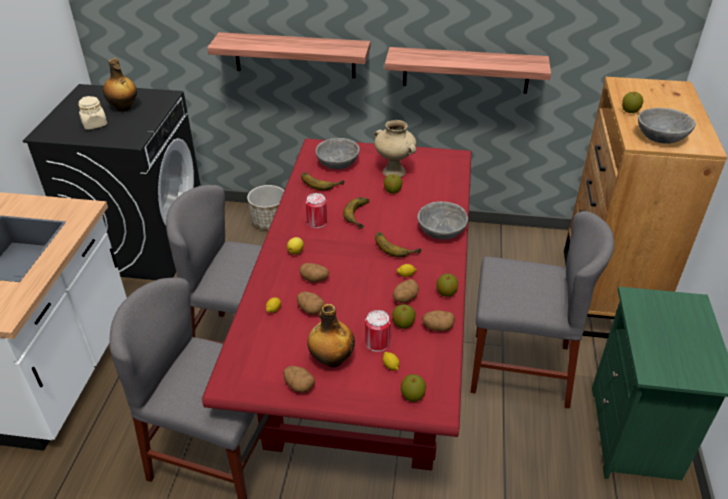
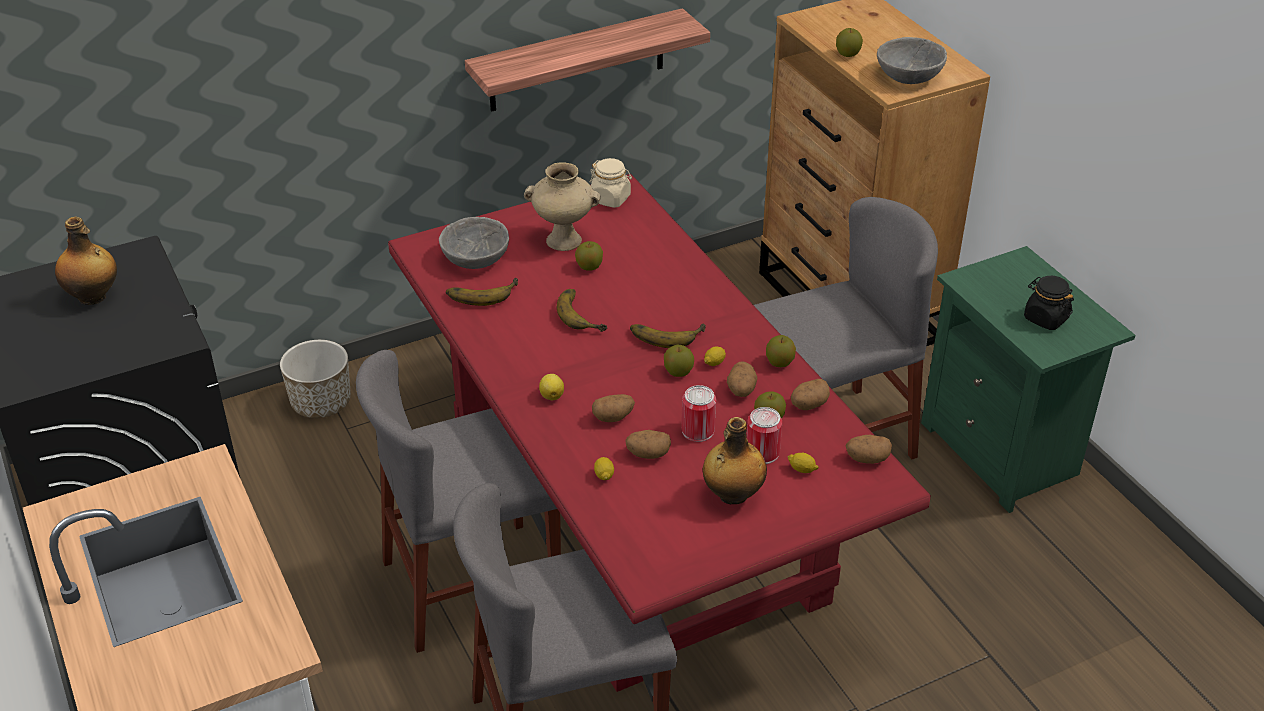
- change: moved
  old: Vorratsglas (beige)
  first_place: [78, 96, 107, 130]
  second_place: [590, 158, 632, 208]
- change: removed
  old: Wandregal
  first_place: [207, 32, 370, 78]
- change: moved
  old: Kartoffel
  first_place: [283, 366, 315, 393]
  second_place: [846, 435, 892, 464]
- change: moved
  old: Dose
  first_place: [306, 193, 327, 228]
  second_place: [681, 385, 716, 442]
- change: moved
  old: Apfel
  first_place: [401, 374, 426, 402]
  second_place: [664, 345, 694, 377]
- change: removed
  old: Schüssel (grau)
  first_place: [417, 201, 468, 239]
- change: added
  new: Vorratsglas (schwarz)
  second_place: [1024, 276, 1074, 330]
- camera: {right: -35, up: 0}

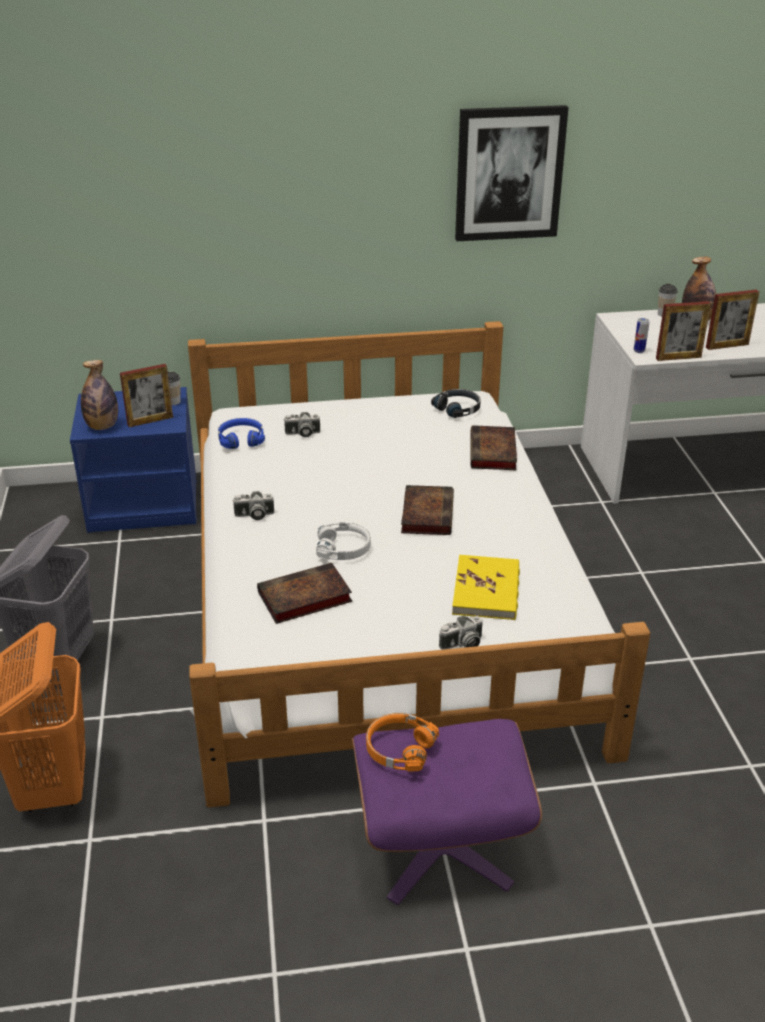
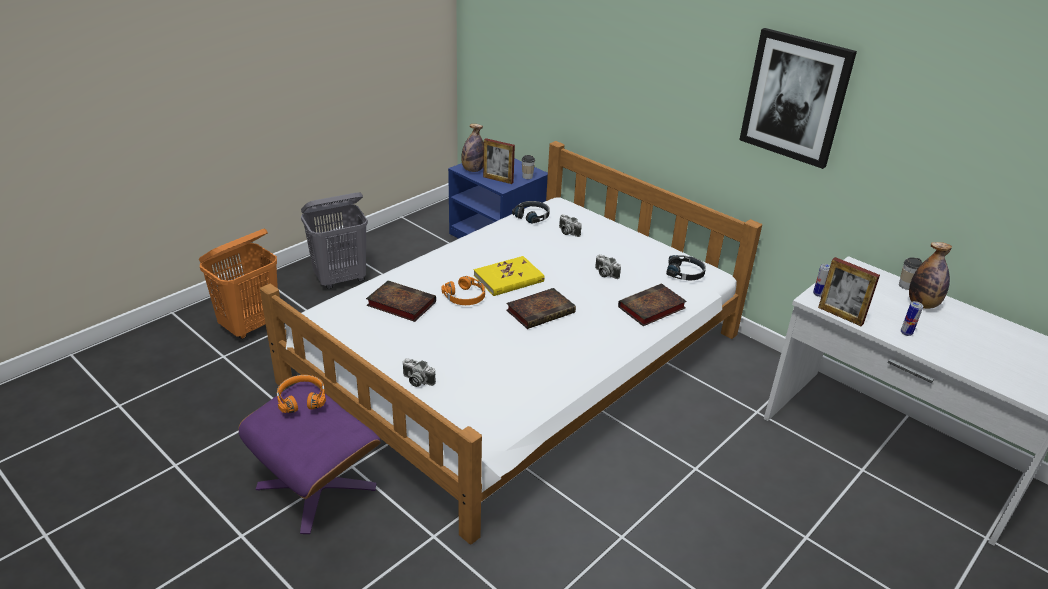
- change: recoloured
  old: Kopfhörer (blau)
  new: Kopfhörer (schwarz)
  first_place: [218, 418, 265, 449]
  second_place: [512, 201, 550, 223]
- change: moved
  old: Kamera
  first_place: [232, 491, 274, 520]
  second_place: [595, 254, 621, 279]
- change: recoloured
  old: Kopfhörer (weiß)
  new: Kopfhörer (orange)
  first_place: [316, 523, 371, 560]
  second_place: [441, 276, 485, 305]
- change: moved
  old: Buch (gelb)
  first_place: [452, 555, 520, 620]
  second_place: [474, 256, 544, 296]
- change: replaced
  old: Bilderrahmen
  new: Dose
  first_place: [706, 290, 759, 350]
  second_place: [901, 301, 923, 336]
- camera: {right: 50, up: 0}

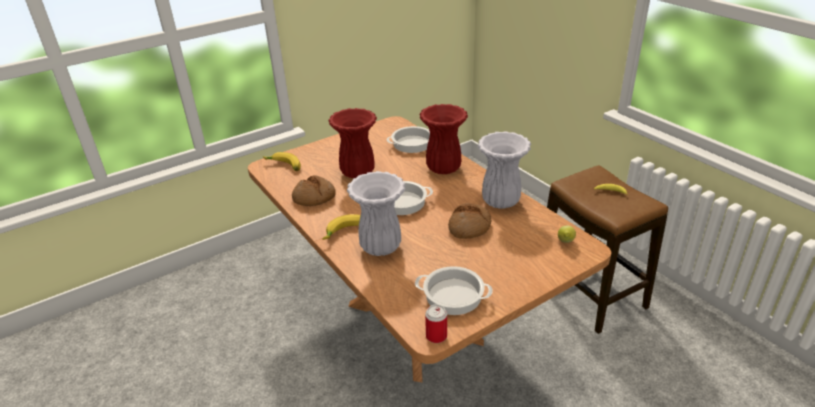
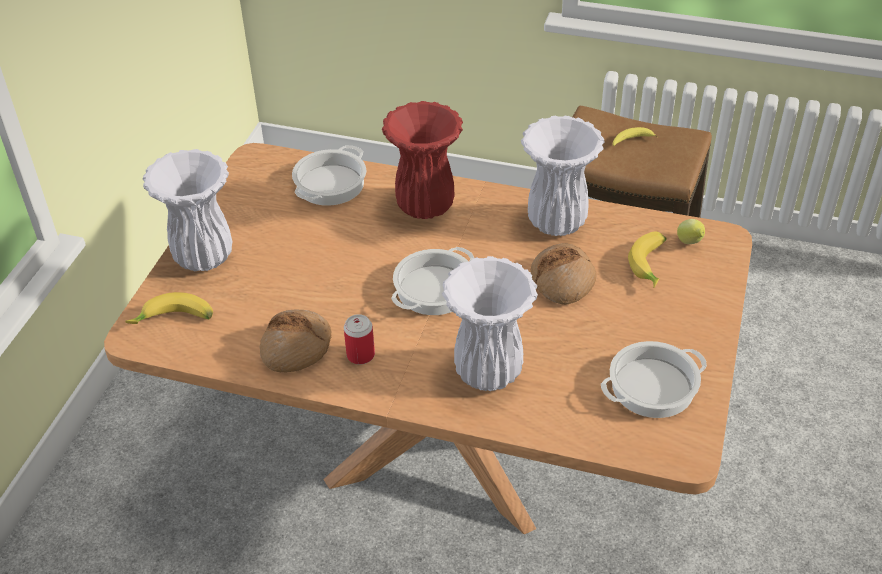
- change: moved
  old: Banane
  first_place: [322, 214, 361, 240]
  second_place: [628, 231, 667, 288]
- change: removed
  old: Vase (rot)
  first_place: [328, 108, 377, 178]
- change: moved
  old: Dose
  first_place: [425, 304, 447, 343]
  second_place: [344, 314, 375, 365]
- change: added
  new: Vase (weiß)
  second_place: [142, 149, 233, 271]
- camera: {right: -40, up: 10}

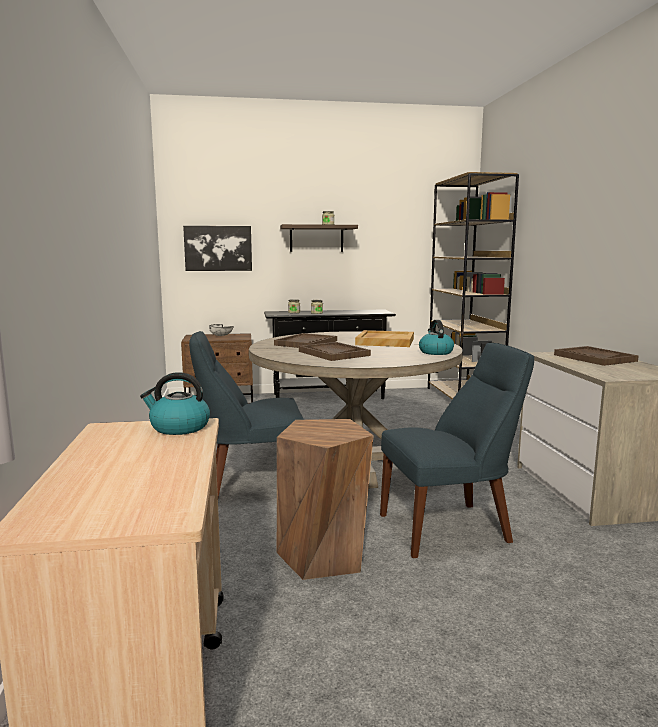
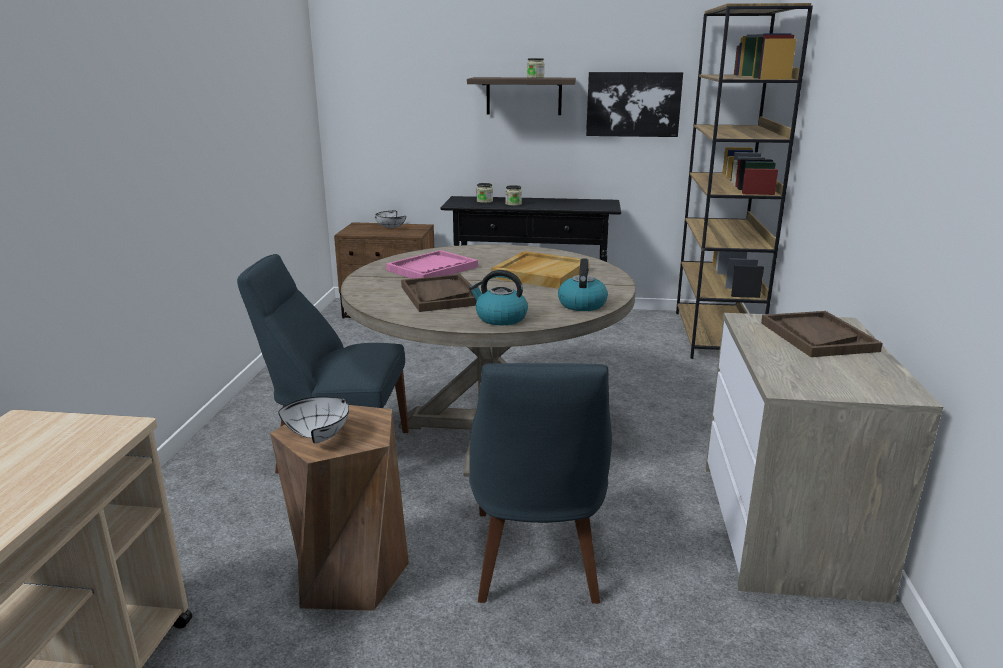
- change: moved
  old: Wasserkessel
  first_place: [140, 372, 210, 435]
  second_place: [469, 270, 528, 325]
- change: moved
  old: Bild
  first_place: [183, 226, 252, 271]
  second_place: [586, 72, 683, 137]
- change: recoloured
  old: Tablett (braun)
  new: Tablett (rosa)
  first_place: [274, 333, 337, 348]
  second_place: [386, 250, 478, 279]
- change: turned
  old: Stuhl (blau)
  first_place: [380, 342, 534, 558]
  second_place: [469, 363, 612, 604]
  degrees: 90
- change: added
  new: Schüssel (weiß)
  second_place: [278, 397, 349, 443]
- camera: {right: 15, up: 10}

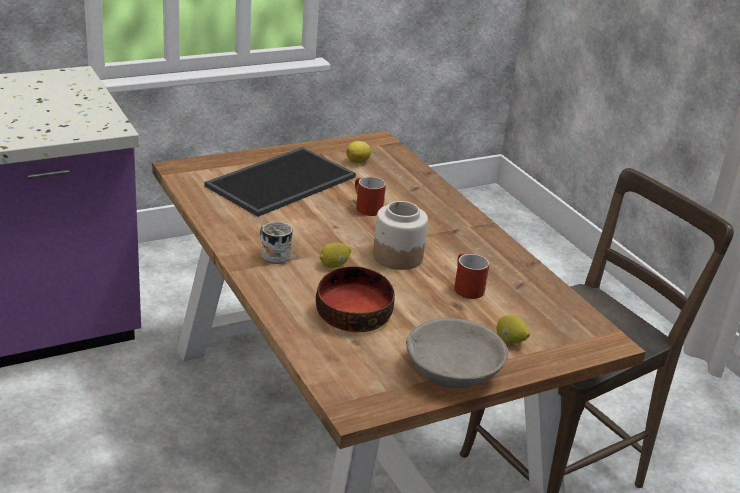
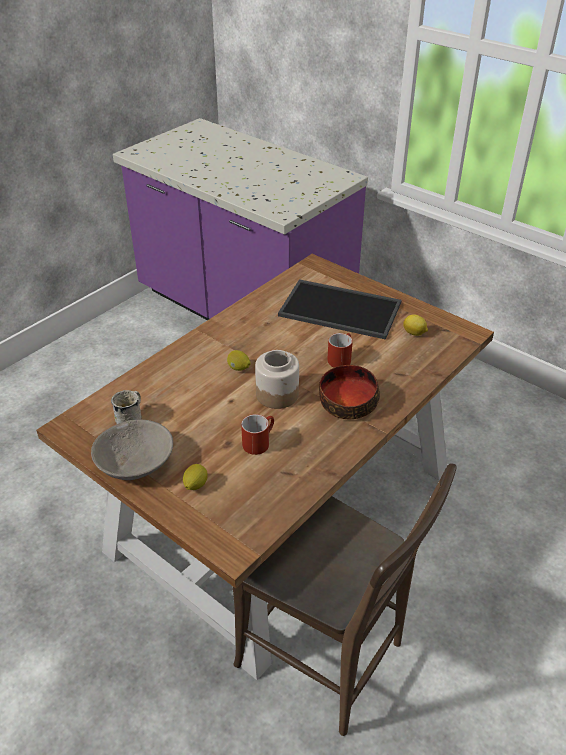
- change: moved
  old: Henkelbecher (weiß)
  first_place: [260, 221, 293, 264]
  second_place: [111, 390, 141, 424]
- change: moved
  old: Schüssel
  first_place: [316, 266, 395, 332]
  second_place: [319, 365, 380, 419]
- camera: {right: 70, up: 10}

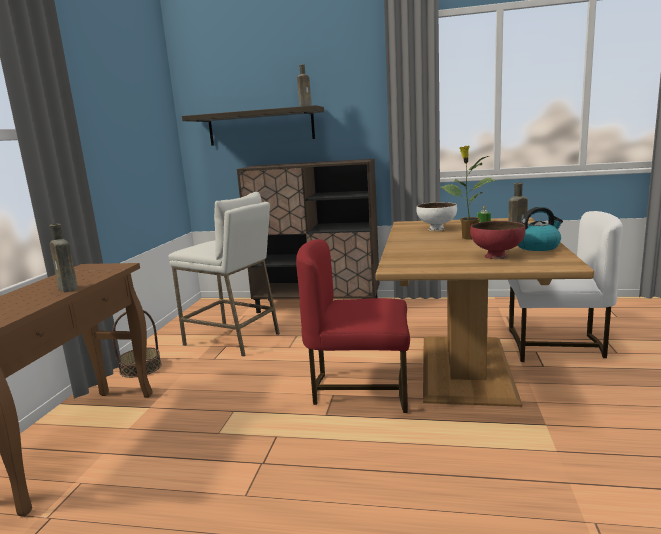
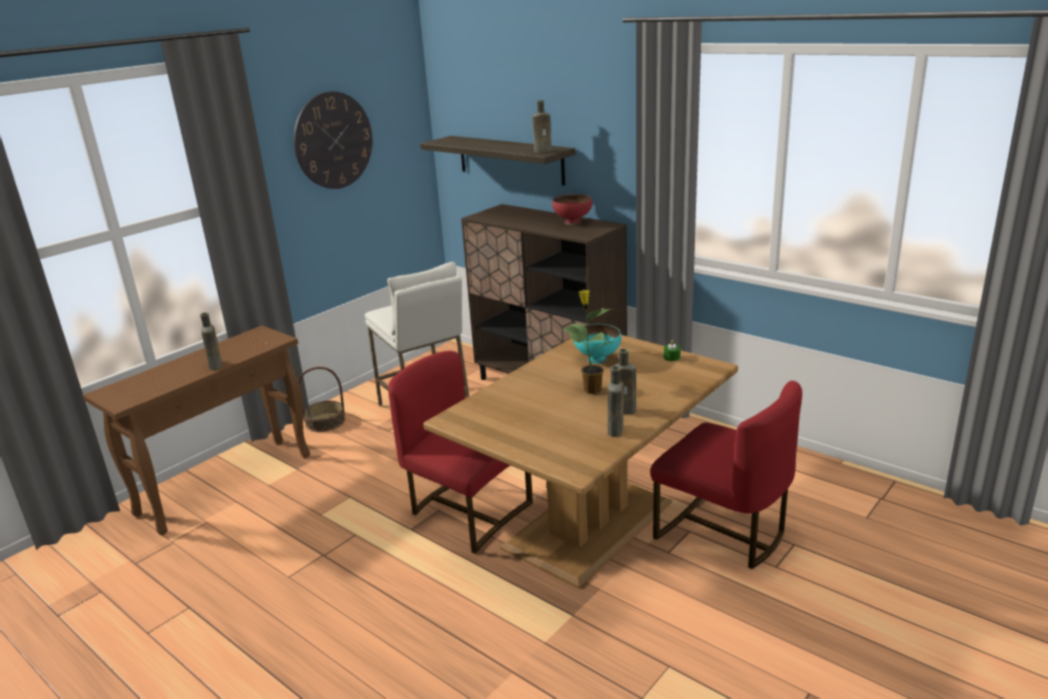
- change: recoloured
  old: Schüssel (weiß)
  new: Schüssel (türkis)
  first_place: [416, 202, 457, 231]
  second_place: [574, 324, 621, 364]
- change: moved
  old: Schüssel (rot)
  first_place: [470, 221, 525, 259]
  second_place: [552, 194, 592, 225]
- change: recoloured
  old: Stuhl (weiß)
  new: Stuhl (rot)
  first_place: [508, 211, 623, 362]
  second_place: [651, 381, 802, 569]
- change: replaced
  old: Wasserkessel
  new: Flasche (braun)
  first_place: [518, 207, 563, 251]
  second_place: [607, 366, 624, 437]
- change: added
  new: Wanduhr
  second_place: [294, 91, 372, 189]
- camera: {right: 30, up: 10}

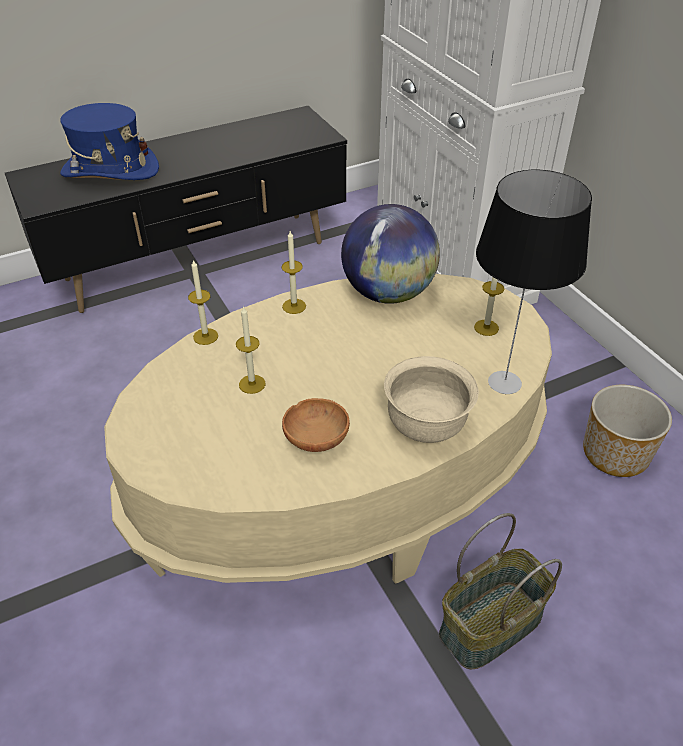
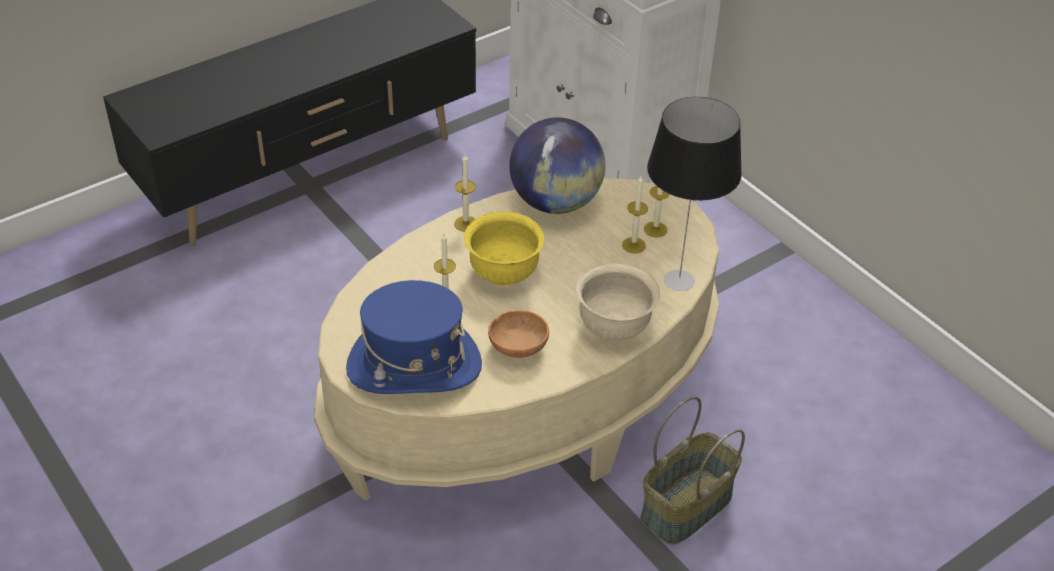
- change: moved
  old: Hut (blau)
  first_place: [60, 103, 159, 180]
  second_place: [346, 280, 482, 394]
- change: moved
  old: Kerze
  first_place: [188, 260, 218, 345]
  second_place: [622, 176, 648, 254]
- change: removed
  old: Pflanzkübel
  first_place: [583, 385, 672, 477]
- change: added
  new: Schüssel (gelb)
  second_place: [464, 211, 544, 286]
- camera: {right: -10, up: 0}

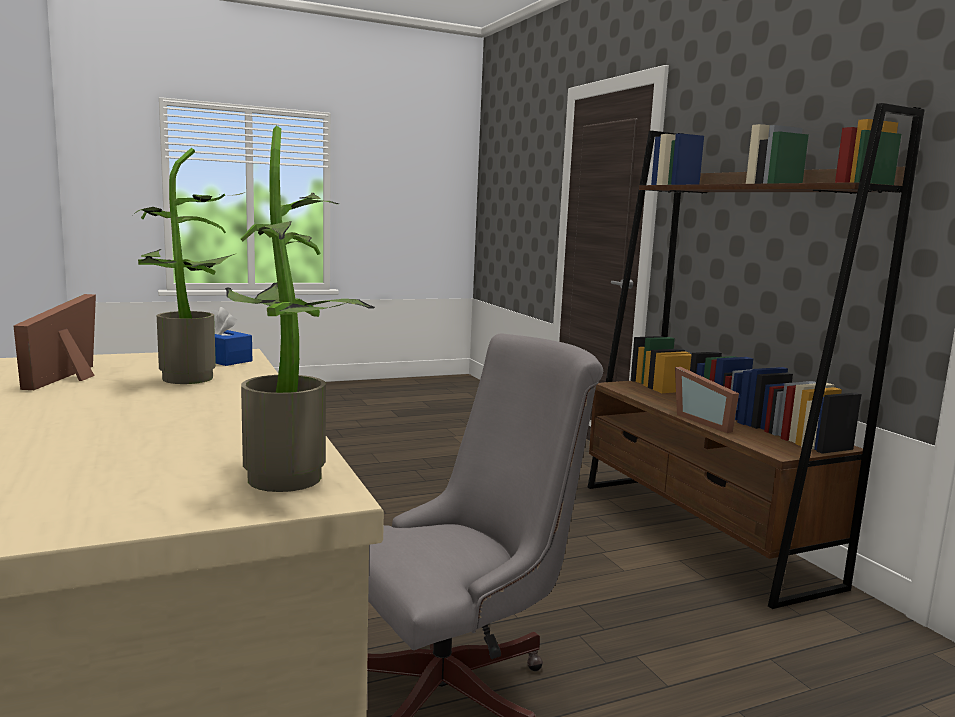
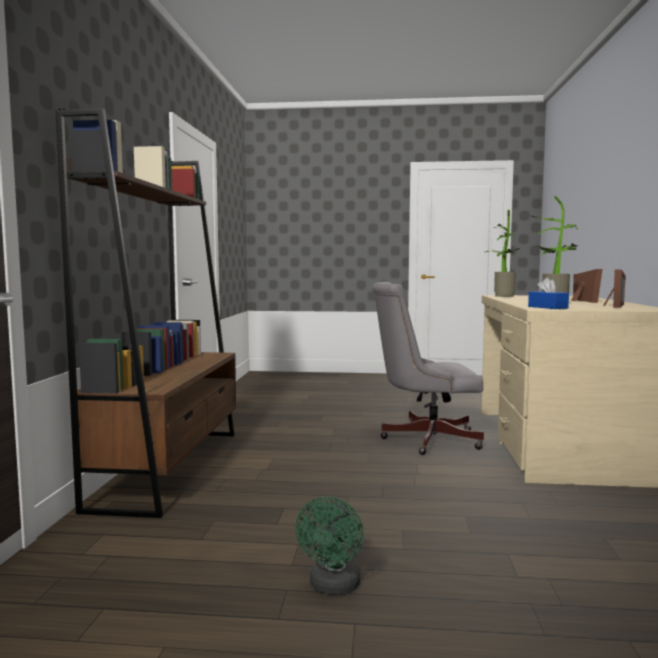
- change: moved
  old: Bilderrahmen
  first_place: [675, 367, 739, 433]
  second_place: [571, 269, 603, 303]
- change: added
  new: Ventilator (grün)
  second_place: [295, 496, 364, 594]
- camera: {right: -150, up: -5}

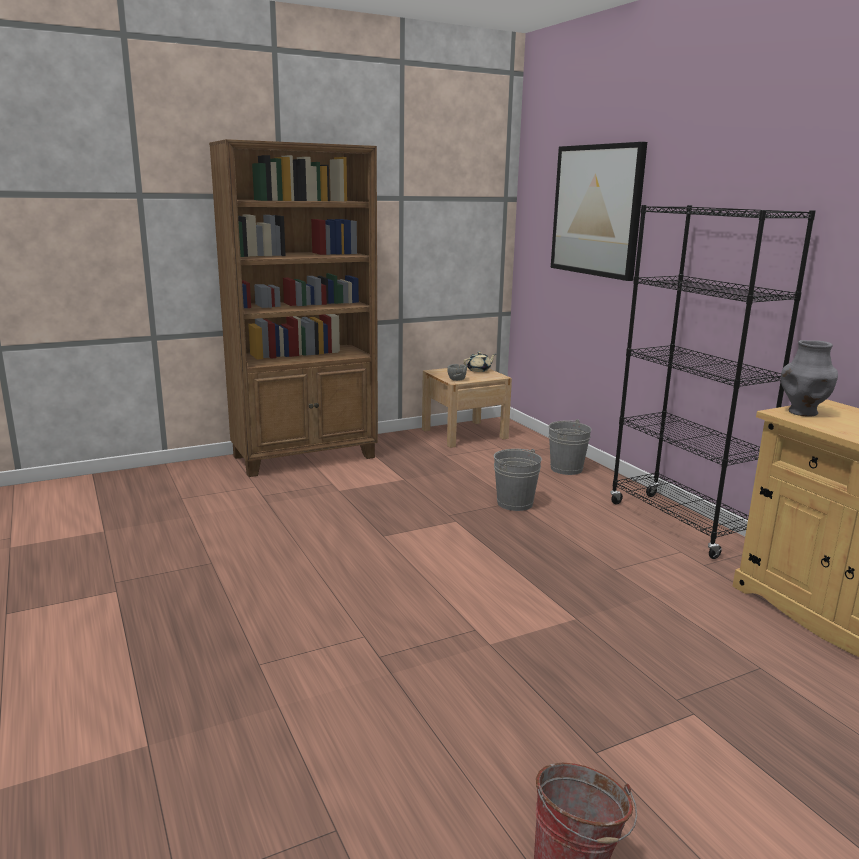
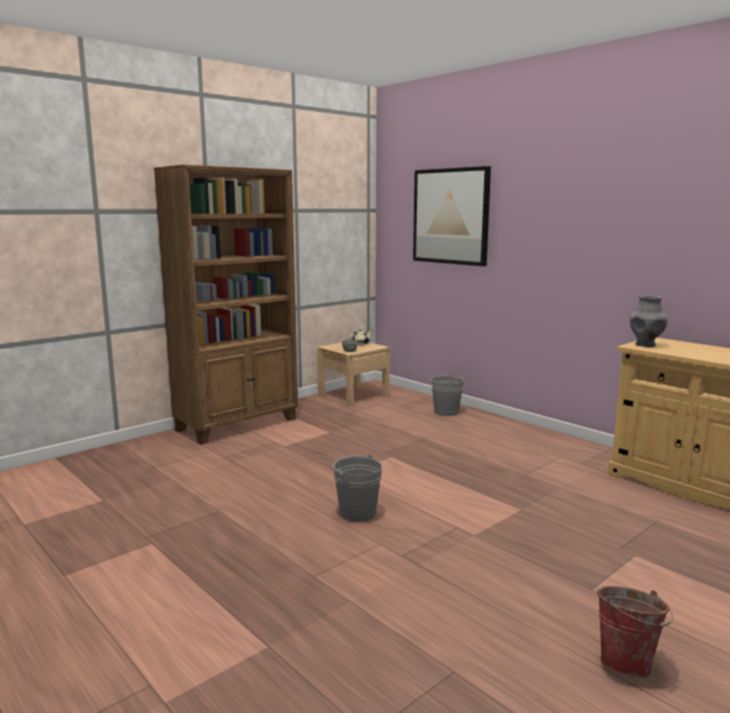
- change: moved
  old: Eimer (grau)
  first_place: [494, 449, 542, 511]
  second_place: [333, 454, 382, 521]
- change: removed
  old: Bücherregal (schwarz)
  first_place: [611, 205, 816, 559]
- camera: {right: -15, up: -5}

